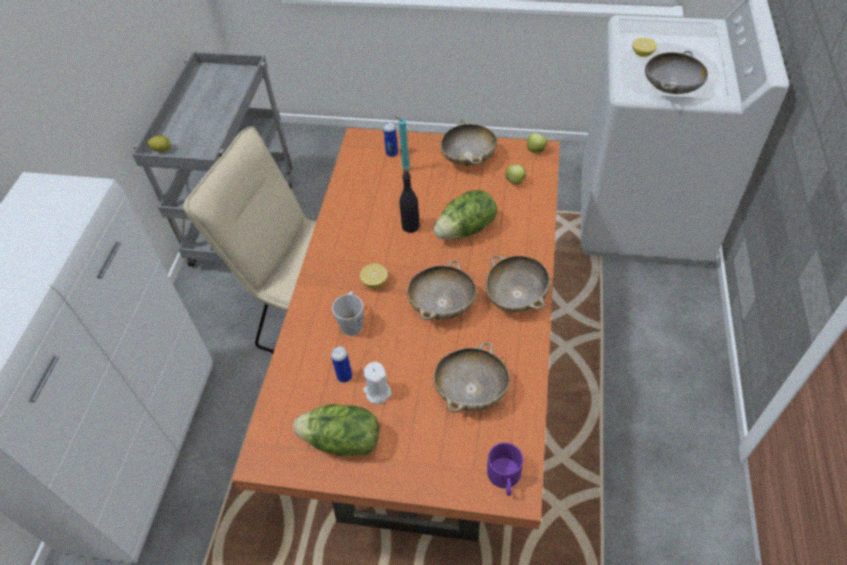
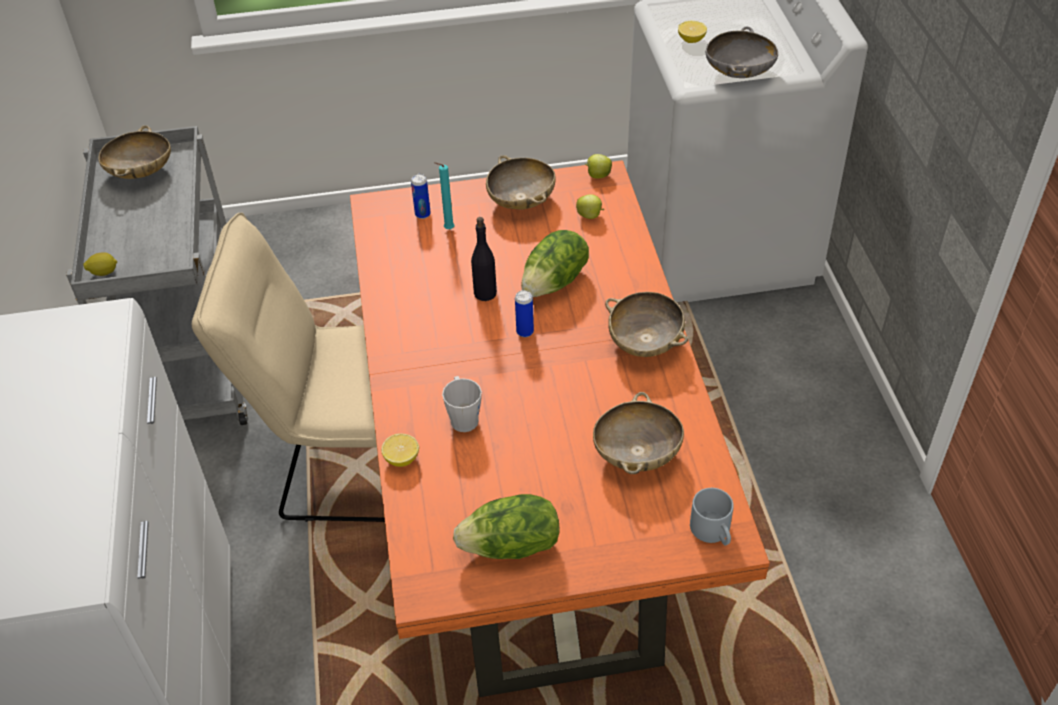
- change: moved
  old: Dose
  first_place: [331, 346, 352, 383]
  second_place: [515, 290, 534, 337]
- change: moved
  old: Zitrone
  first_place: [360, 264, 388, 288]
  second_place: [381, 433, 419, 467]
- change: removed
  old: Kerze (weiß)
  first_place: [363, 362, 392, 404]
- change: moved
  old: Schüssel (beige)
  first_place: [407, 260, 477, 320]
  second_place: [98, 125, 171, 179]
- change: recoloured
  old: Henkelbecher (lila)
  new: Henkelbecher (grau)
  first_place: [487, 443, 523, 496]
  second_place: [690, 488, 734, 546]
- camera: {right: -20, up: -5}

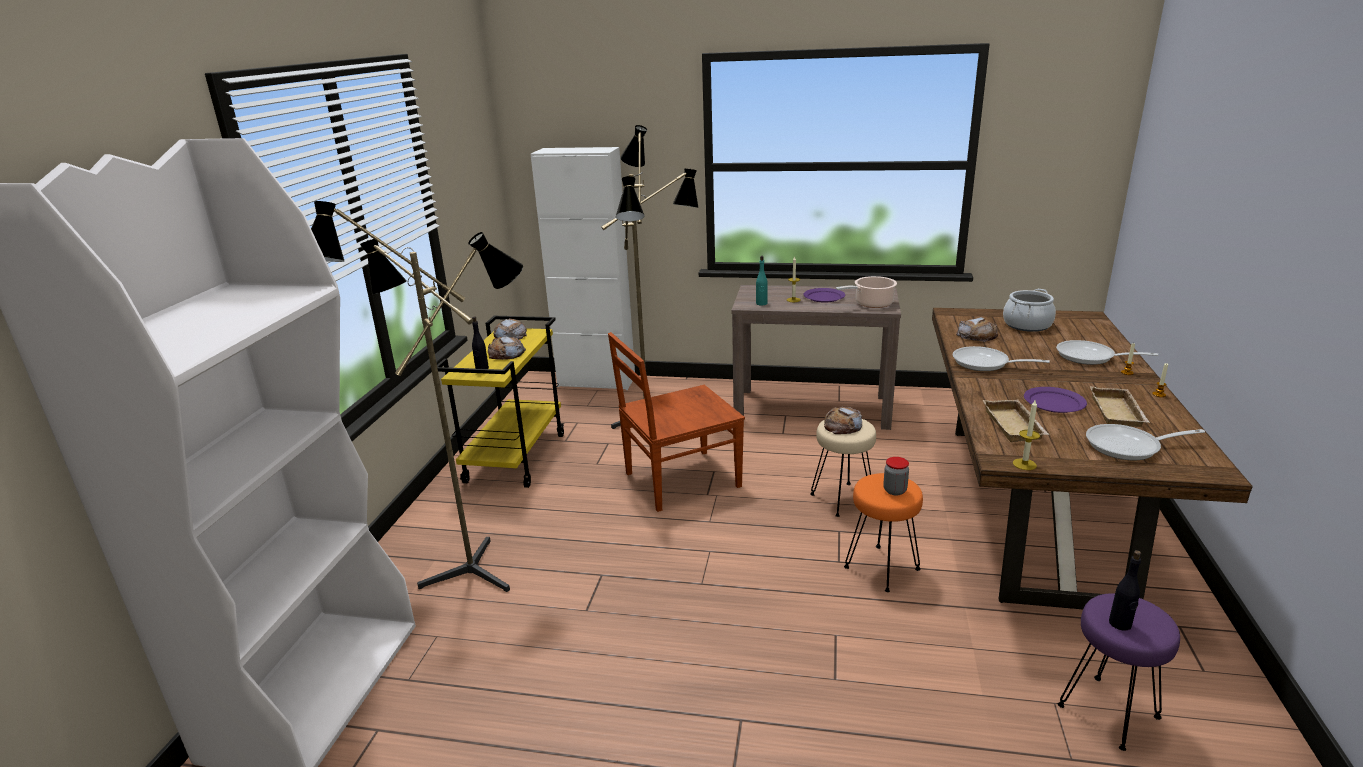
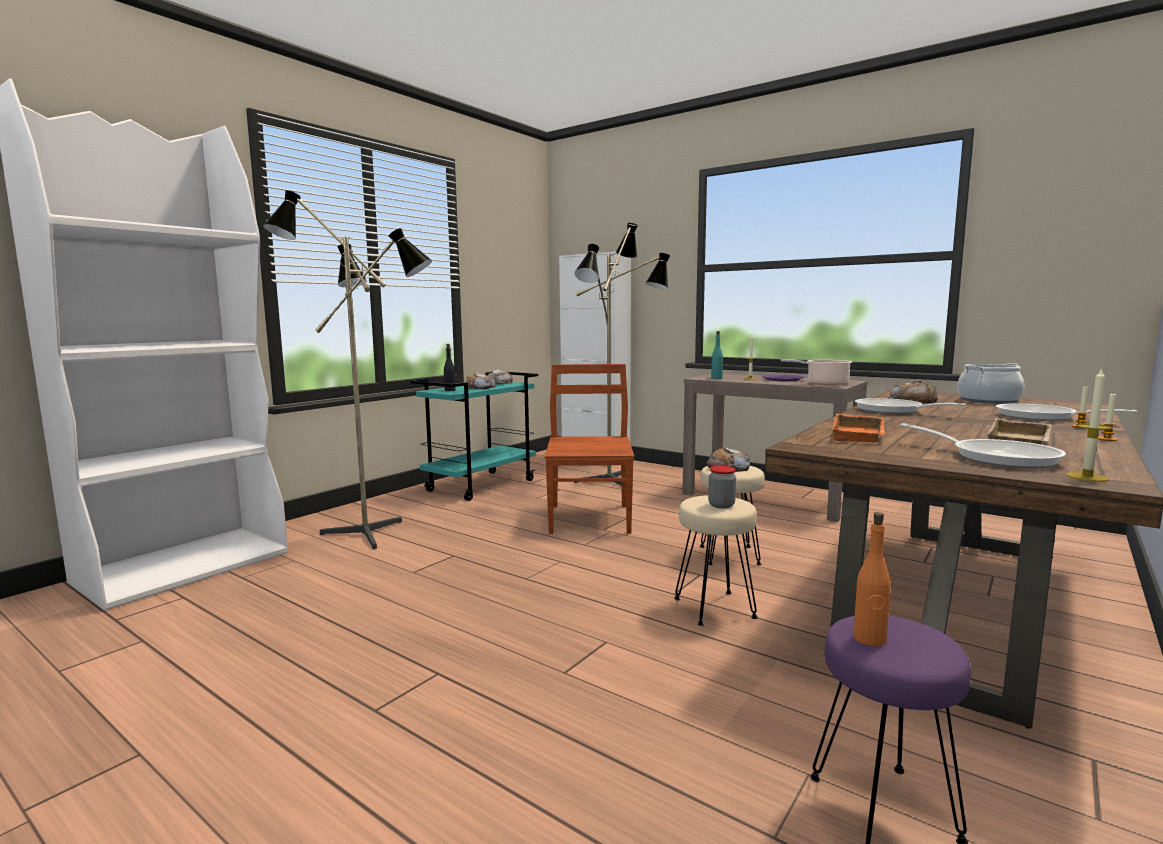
- change: recoloured
  old: Rollwagen (gelb)
  new: Rollwagen (türkis)
  first_place: [437, 316, 564, 488]
  second_place: [410, 372, 538, 501]
- change: turned
  old: Stuhl (braun)
  first_place: [608, 332, 745, 512]
  second_place: [545, 364, 634, 534]
  degrees: 90
- change: recoloured
  old: Hocker (orange)
  new: Hocker (beige)
  first_place: [844, 473, 923, 592]
  second_place: [674, 495, 758, 626]
- change: recoloured
  old: Tablett (beige)
  new: Tablett (orange)
  first_place: [983, 400, 1049, 442]
  second_place: [831, 413, 885, 442]
- change: moved
  old: Kerze
  first_place: [1013, 400, 1040, 470]
  second_place: [1066, 367, 1113, 482]
- change: removed
  old: Teller (lila)
  first_place: [1024, 387, 1087, 413]
- change: turned
  old: Pfanne
  first_place: [1086, 424, 1205, 460]
  second_place: [900, 423, 1066, 469]
  degrees: -150
- change: recoloured
  old: Flasche (schwarz)
  new: Flasche (orange)
  first_place: [1109, 550, 1141, 631]
  second_place: [853, 512, 891, 646]
- camera: {right: 25, up: -15}

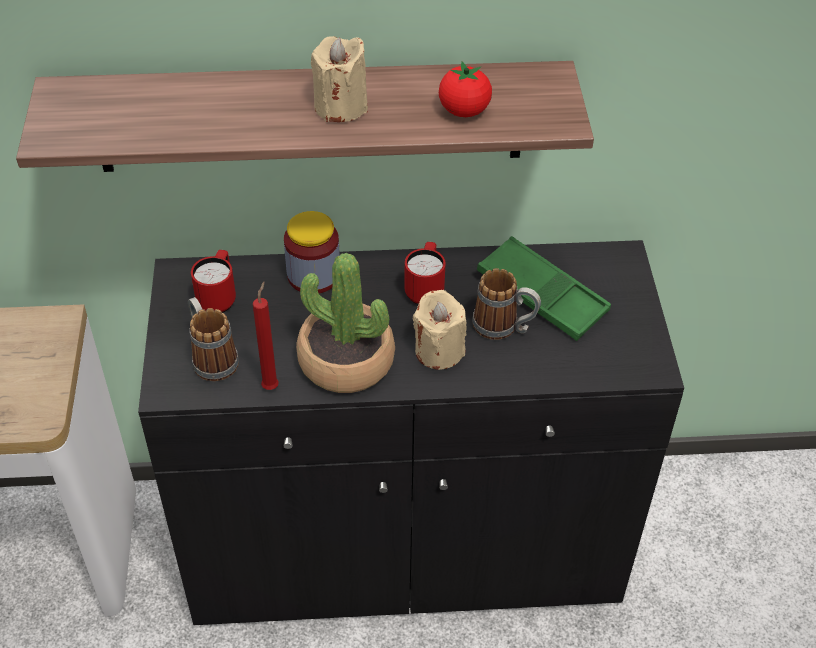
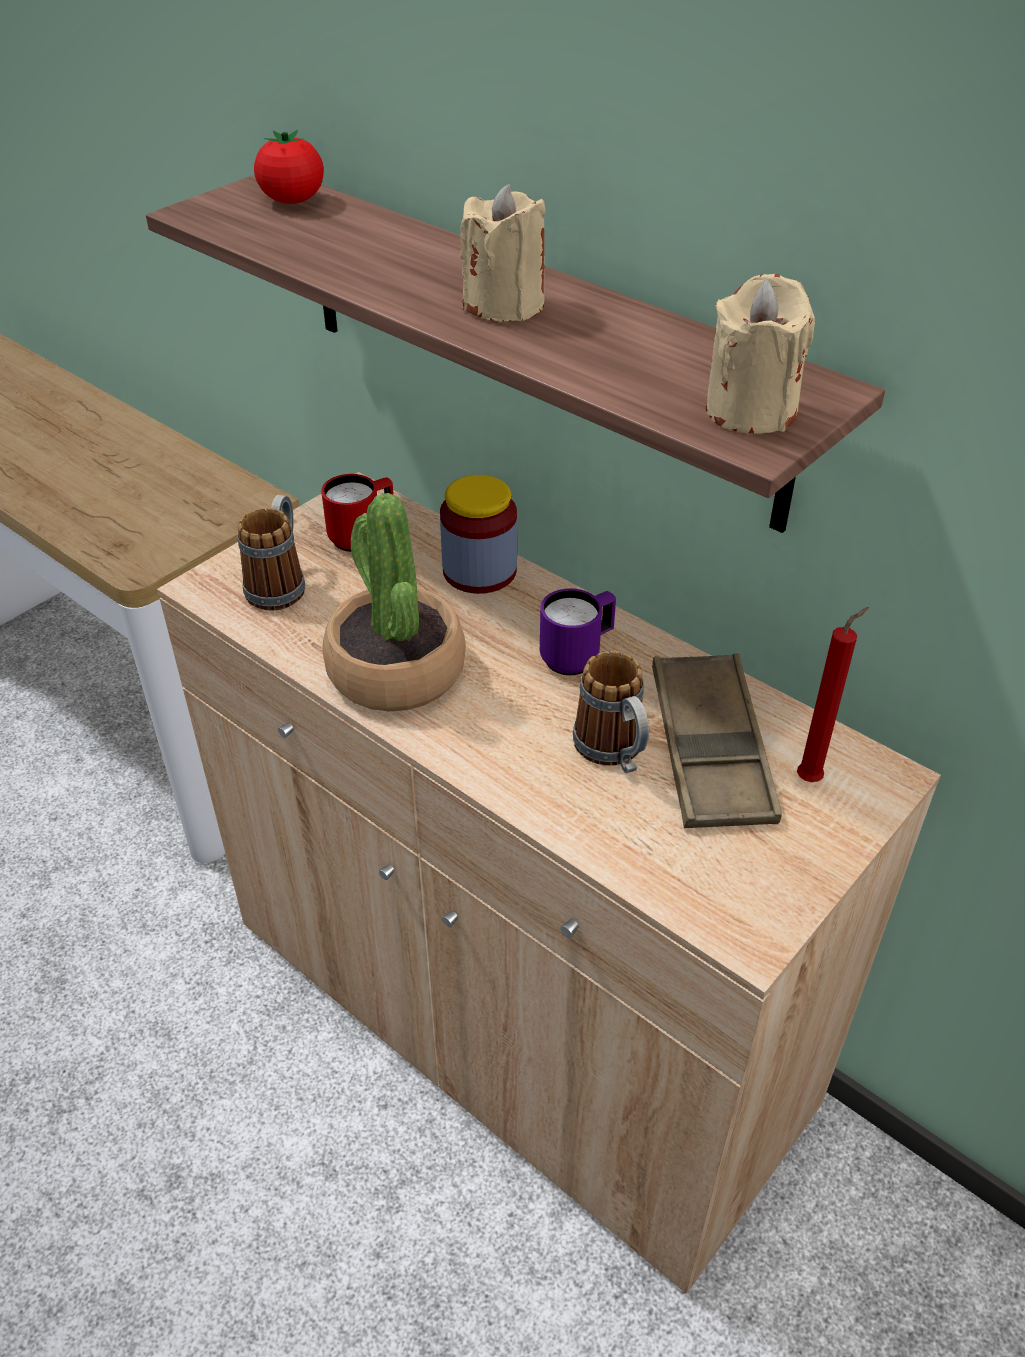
- change: recoloured
  old: Schrank (schwarz)
  new: Schrank (beige)
  first_place: [138, 240, 684, 625]
  second_place: [157, 472, 941, 1294]
- change: moved
  old: Kerze (rot)
  first_place: [253, 282, 279, 390]
  second_place: [797, 607, 869, 782]
- change: recoloured
  old: Henkelbecher (rot)
  new: Henkelbecher (lila)
  first_place: [404, 242, 446, 305]
  second_place: [540, 588, 616, 675]
- change: moved
  old: Kerze (beige)
  first_place: [413, 290, 467, 370]
  second_place: [706, 274, 815, 434]
- change: moved
  old: Tomate
  first_place: [439, 62, 492, 117]
  second_place: [254, 130, 324, 204]
- change: recoloured
  old: Tablett (grün)
  new: Tablett (braun)
  first_place: [477, 236, 611, 341]
  second_place: [652, 653, 782, 828]
- camera: {right: 45, up: -5}

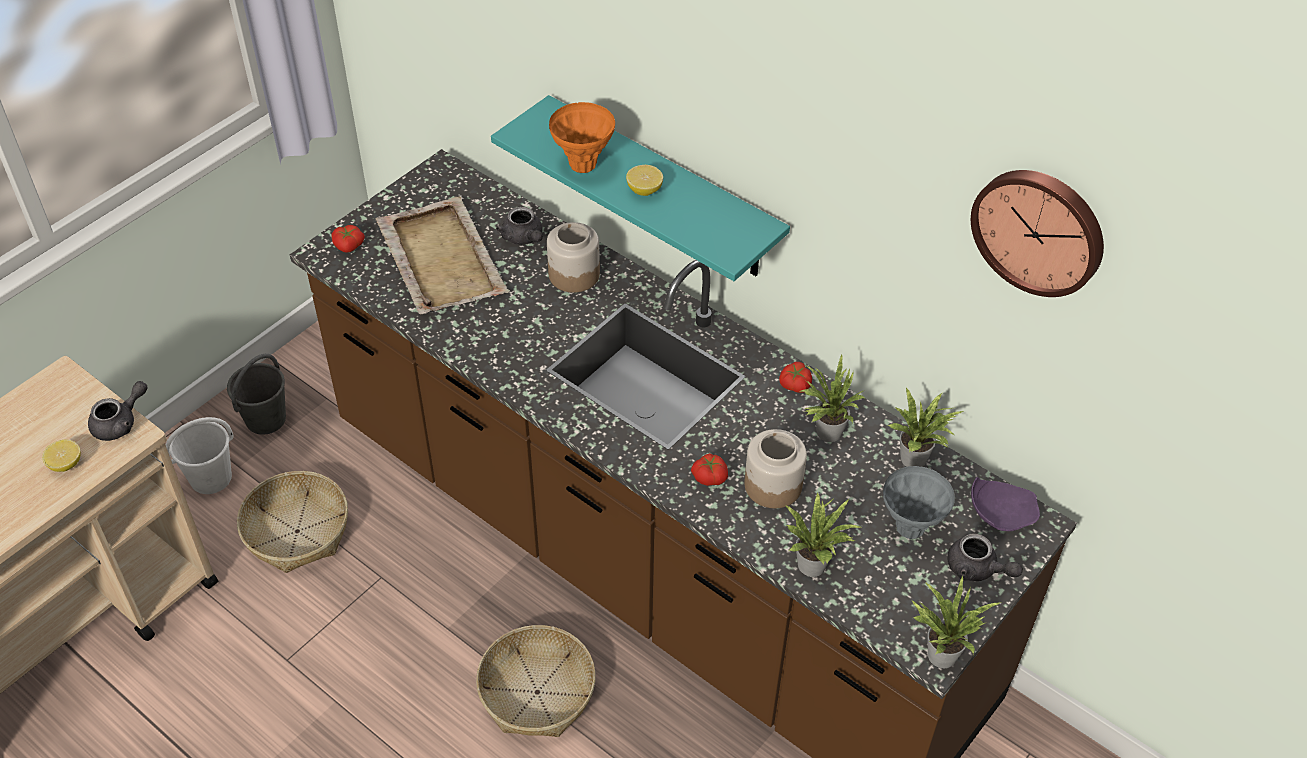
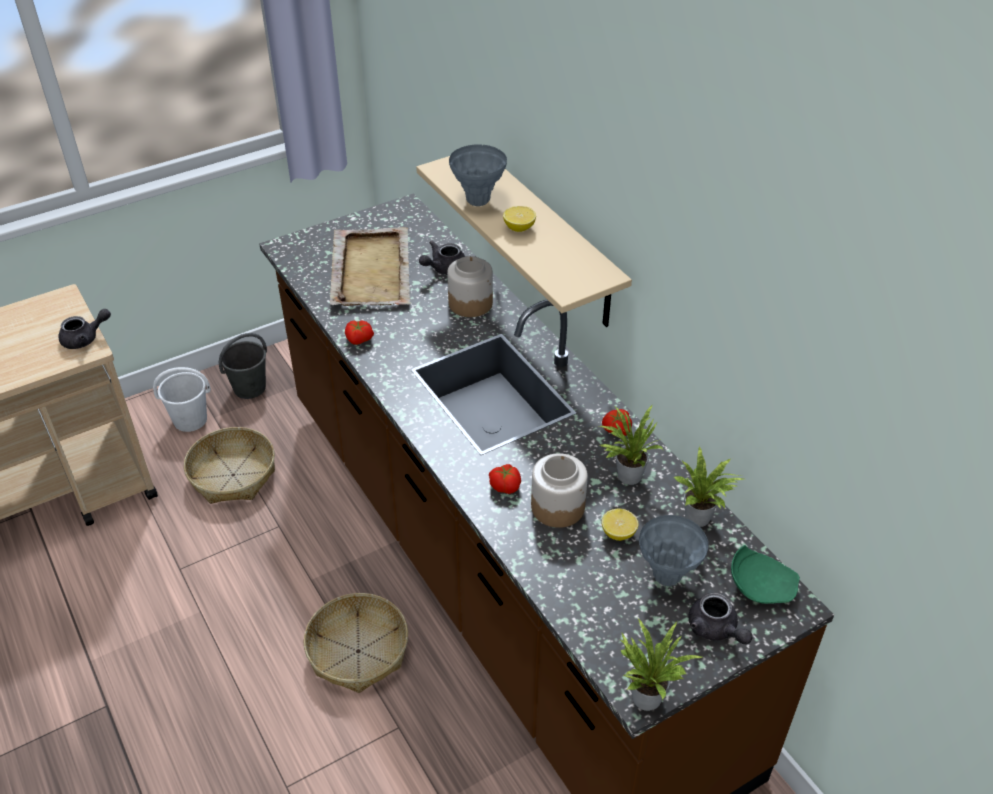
- change: moved
  old: Zitrone
  first_place: [42, 439, 81, 472]
  second_place: [602, 509, 639, 541]
- change: moved
  old: Tomate
  first_place: [331, 225, 365, 253]
  second_place: [345, 320, 374, 345]
- change: recoloured
  old: Wandregal (türkis)
  new: Wandregal (beige)
  first_place: [491, 95, 790, 281]
  second_place: [416, 156, 632, 327]
- change: turned
  old: Teekanne (grau)
  first_place: [496, 206, 543, 245]
  second_place: [419, 241, 466, 275]
  degrees: 60
- change: recoloured
  old: Vase (orange)
  new: Vase (grau)
  first_place: [549, 102, 615, 173]
  second_place: [449, 144, 507, 206]
- change: removed
  old: Topfpflanze
  first_place: [784, 491, 863, 577]
- change: removed
  old: Wanduhr
  first_place: [971, 170, 1104, 297]
- change: recoloured
  old: Teller (lila)
  new: Teller (grün)
  first_place: [971, 477, 1040, 531]
  second_place: [731, 545, 800, 604]
- camera: {right: 20, up: -5}

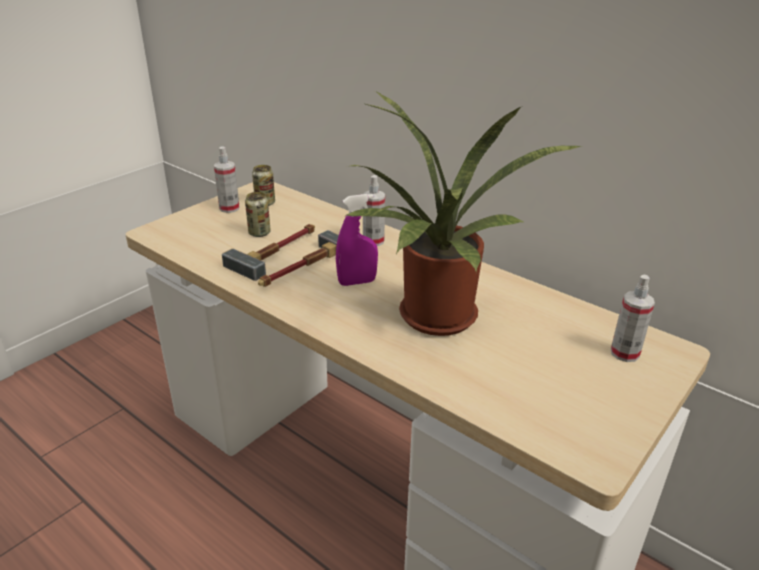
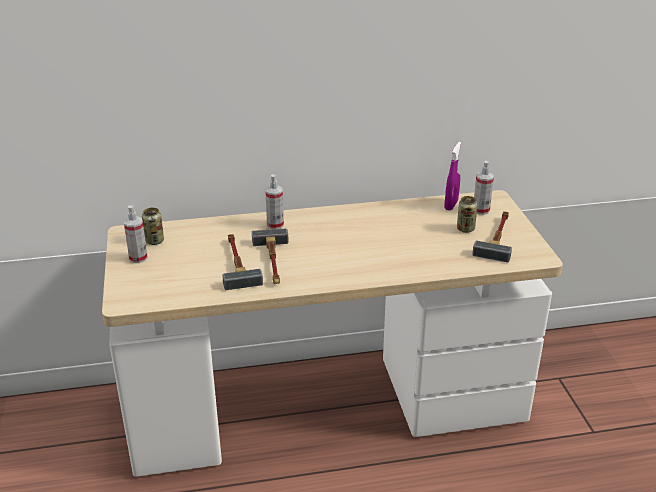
- change: moved
  old: Dose
  first_place: [245, 192, 271, 237]
  second_place: [457, 196, 478, 233]
- change: moved
  old: Sprühflasche (lila)
  first_place: [336, 194, 378, 286]
  second_place: [445, 142, 461, 211]
- change: removed
  old: Topfpflanze
  first_place: [345, 91, 582, 336]
- change: added
  new: Hammer
  second_place: [472, 211, 512, 262]
- camera: {right: -50, up: 0}

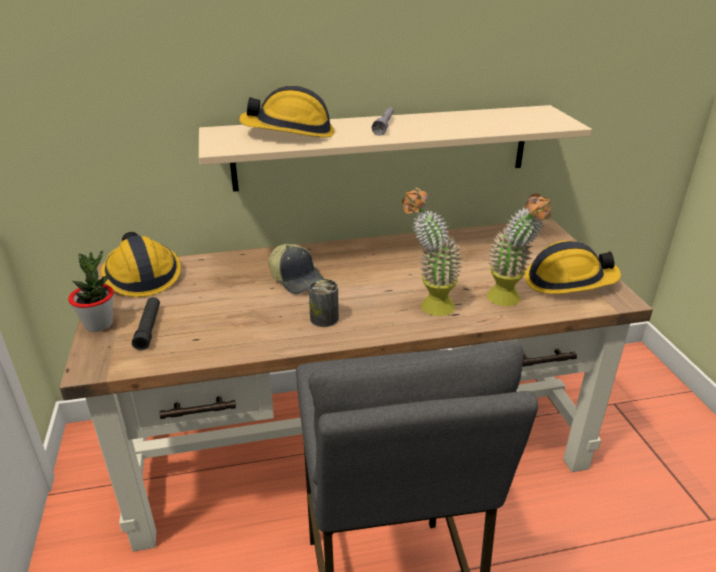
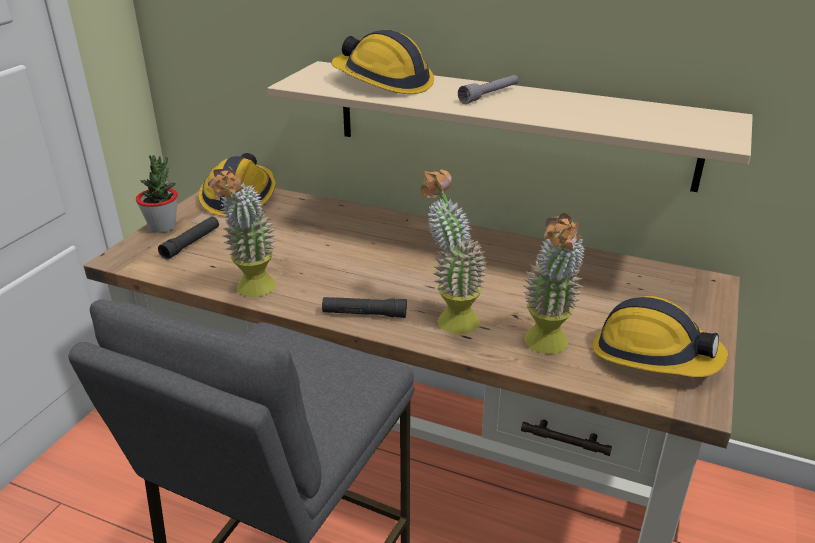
- change: removed
  old: Kappe
  first_place: [268, 244, 324, 294]
- change: removed
  old: Dose
  first_place: [309, 279, 339, 327]
- change: added
  new: Topfpflanze
  second_place: [208, 167, 276, 297]
- change: added
  new: Taschenlampe (schwarz)
  second_place: [322, 297, 407, 318]
- camera: {right: 35, up: 0}

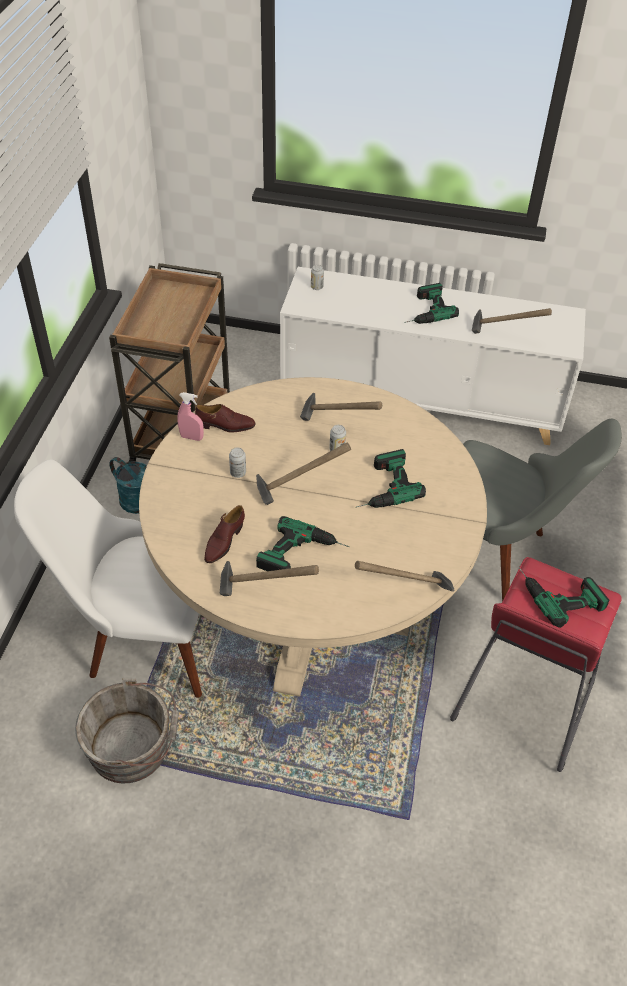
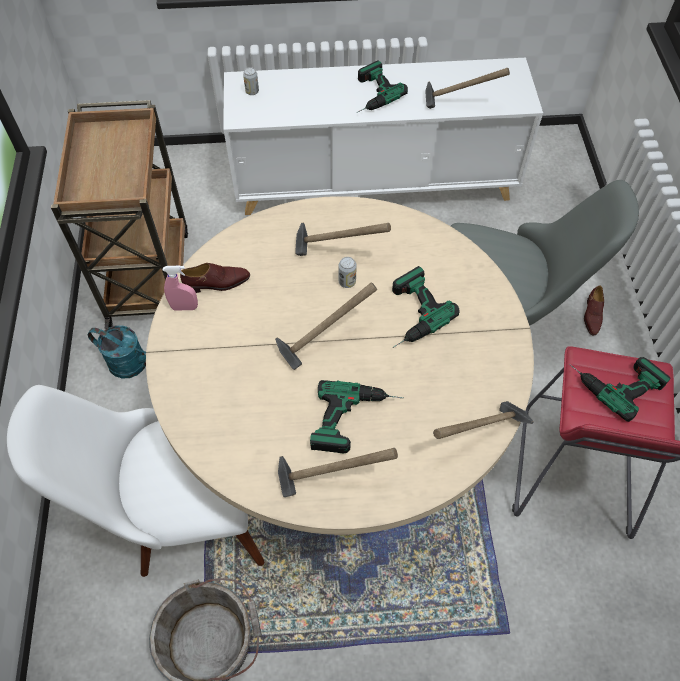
- change: moved
  old: Schuh (braun)
  first_place: [204, 505, 245, 563]
  second_place: [584, 285, 604, 335]
- change: removed
  old: Dose
  first_place: [229, 447, 246, 478]
- camera: {right: -15, up: 10}

